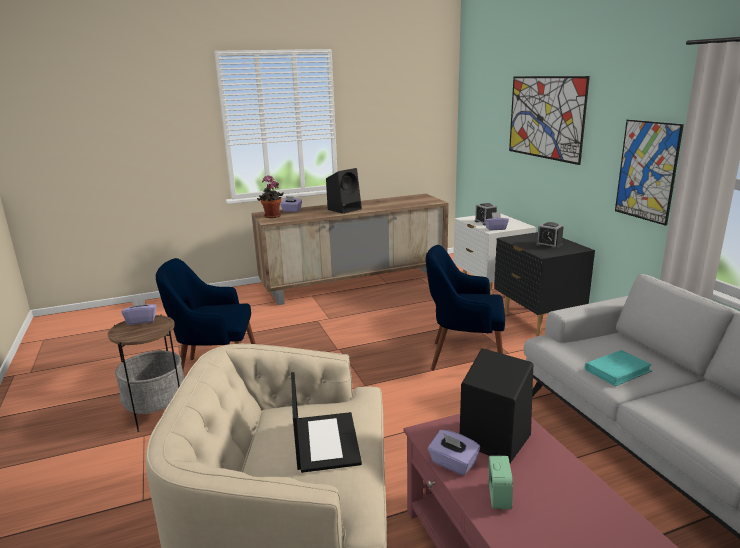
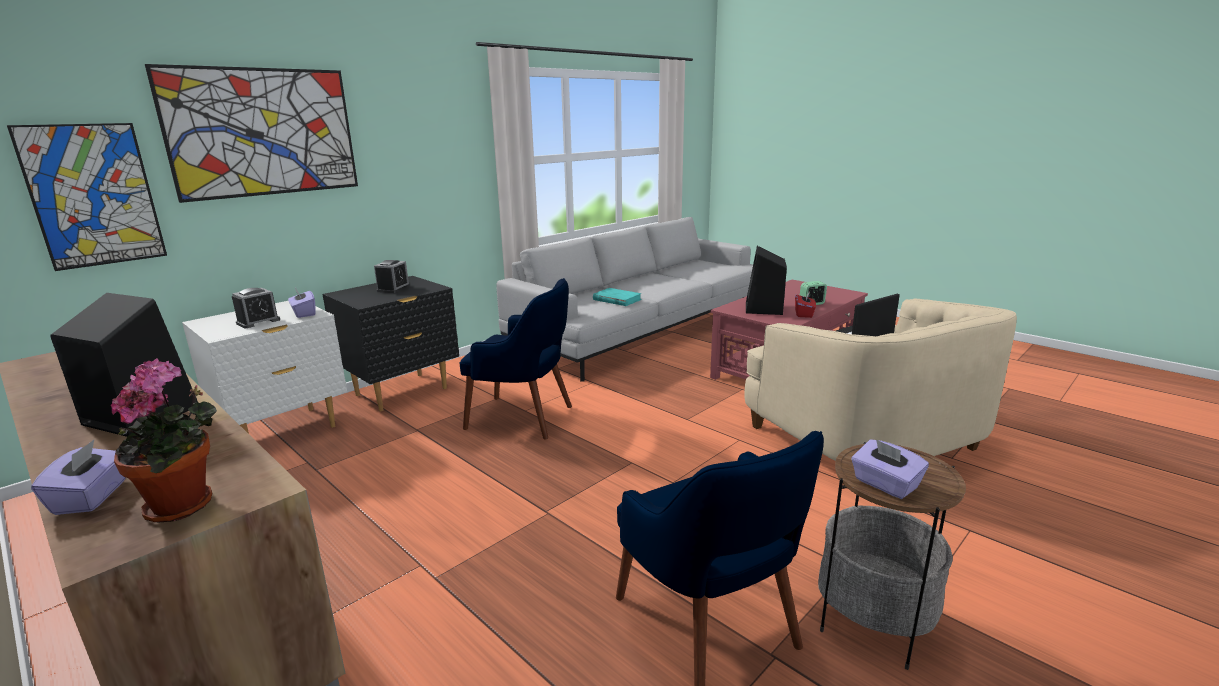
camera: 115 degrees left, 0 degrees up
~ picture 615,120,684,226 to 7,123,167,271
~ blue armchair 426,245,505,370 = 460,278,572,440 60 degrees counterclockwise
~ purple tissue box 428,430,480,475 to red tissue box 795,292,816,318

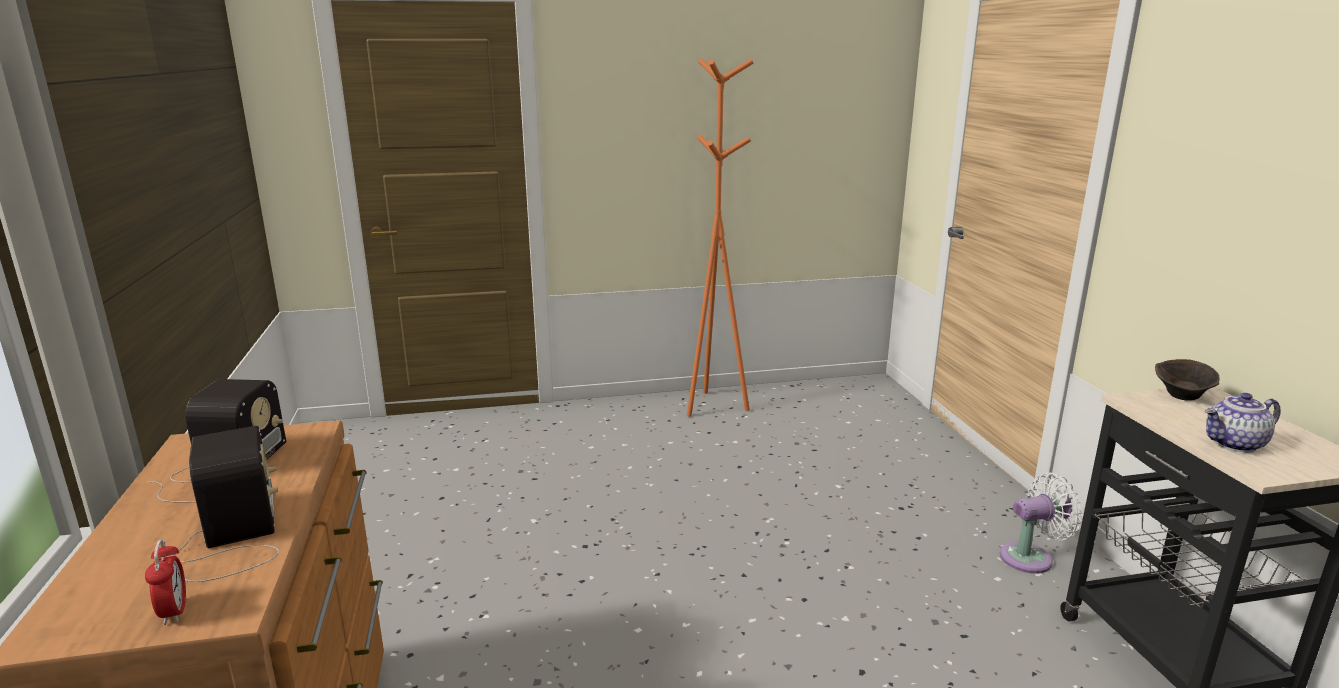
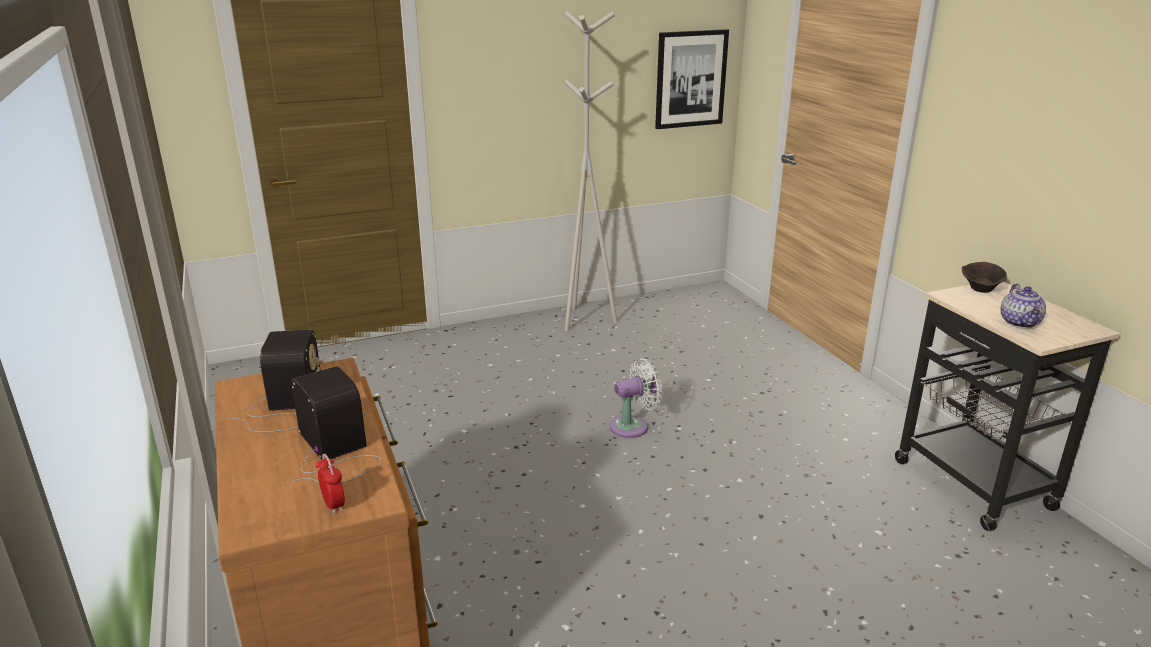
camera: 10 degrees left, 5 degrees up
~ orange clothes rack 687,58,753,417 to grey clothes rack 564,11,618,331
~ teapot 1205,393,1281,452 = 1001,284,1046,328 60 degrees counterclockwise
~ white fan 1000,472,1082,574 to 610,358,662,438
+ picture 655,29,729,129

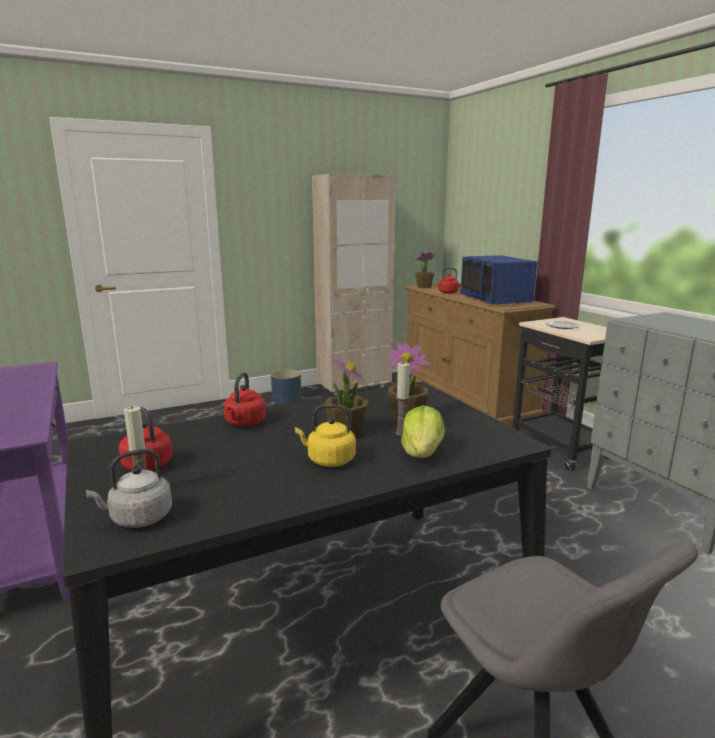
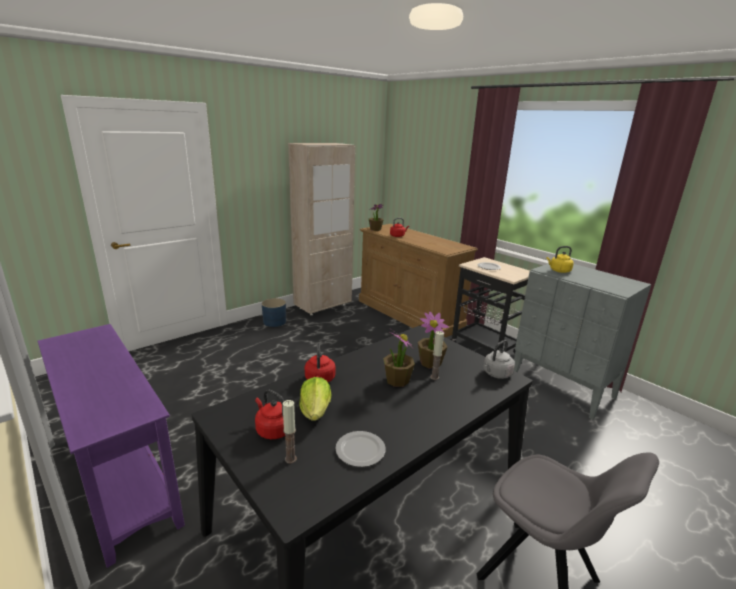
camera: 15 degrees left, 5 degrees up
- blue microwave 460,255,538,304
~ yellow kettle 295,404,356,467 to 546,246,574,273
~ lettuce 401,405,445,458 to 299,377,332,421
~ grey kettle 86,449,172,528 to 484,340,515,379
+ plate 335,431,386,467

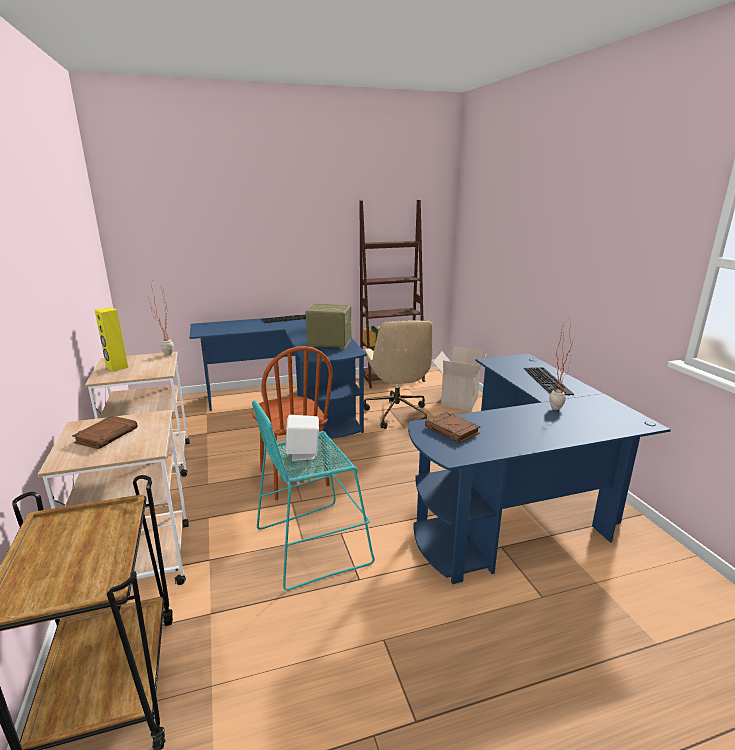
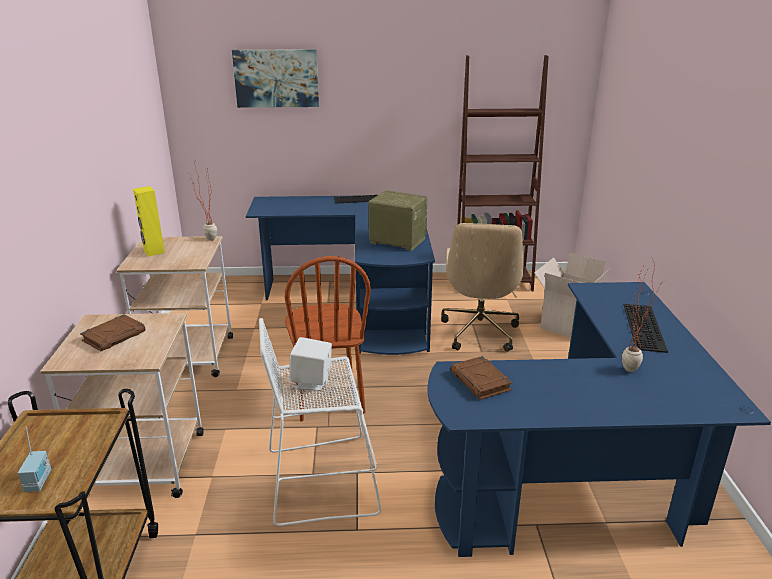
camera: 15 degrees right, 5 degrees up
~ turquoise stool 252,401,375,590 to white stool 259,318,381,526
+ picture 232,49,319,108
+ radio 18,427,51,492

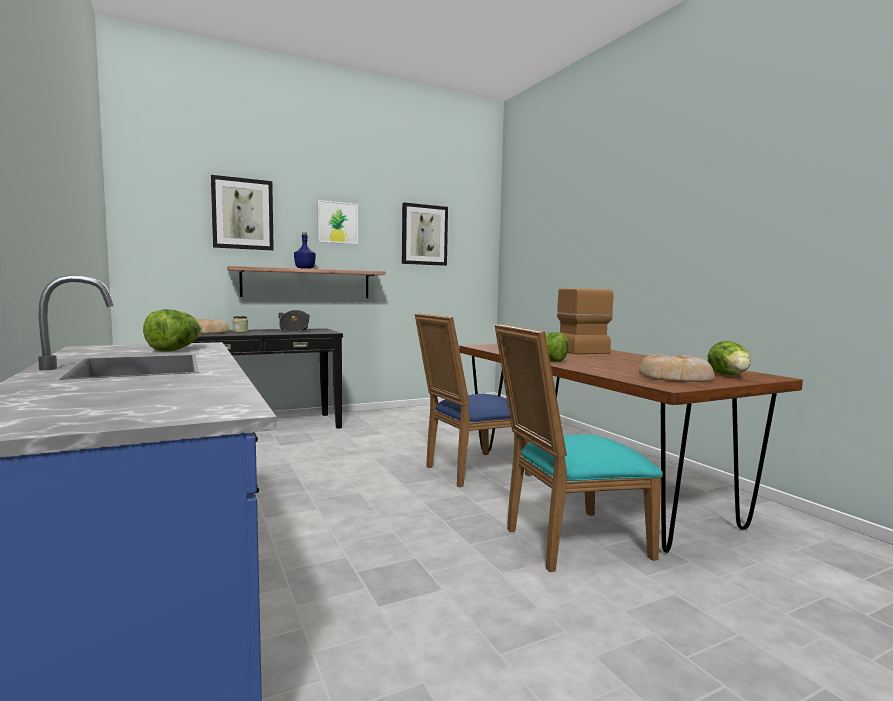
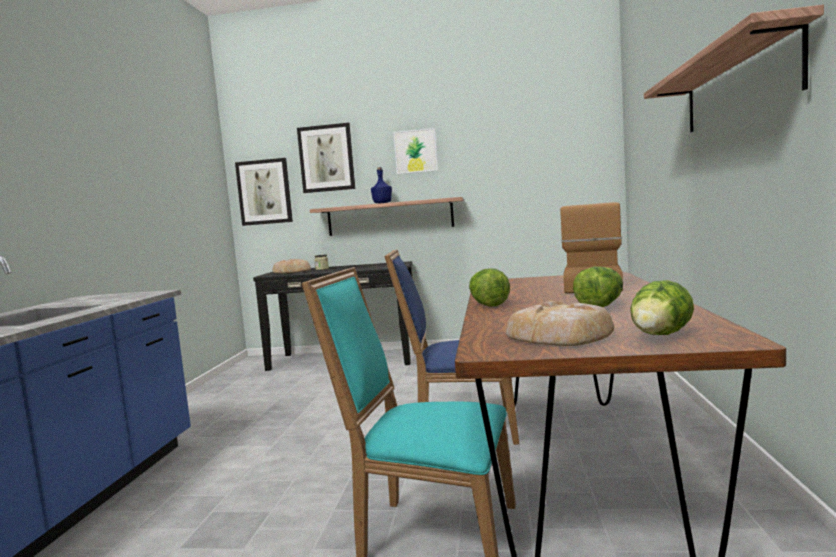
camera: 35 degrees right, 0 degrees up
~ picture 402,203,448,266 to 235,158,293,226
~ lettuce 143,309,202,352 to 573,266,623,307
- cooking pot 278,310,310,332
+ shelf 644,5,824,132

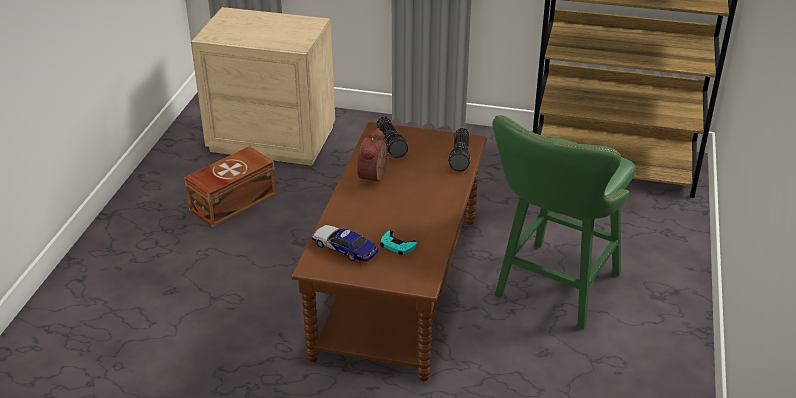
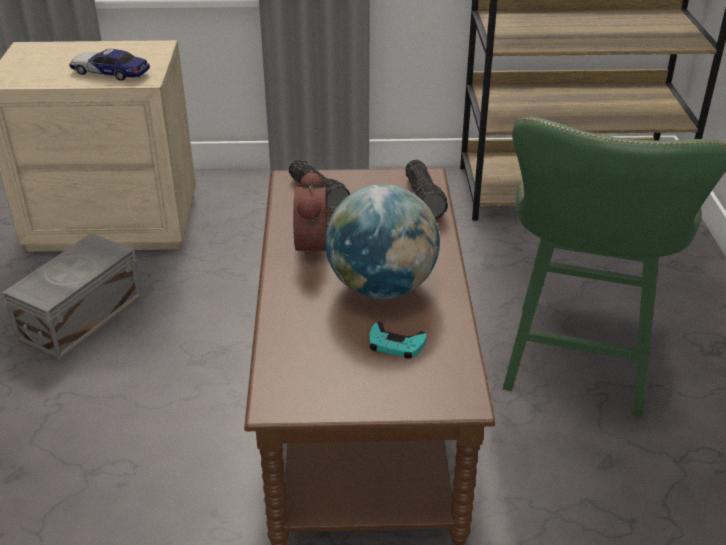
camera: 15 degrees left, 0 degrees up
~ brown storage box 184,146,277,227 to grey storage box 2,233,142,360
~ toy car 311,225,378,262 to 69,48,150,80
+ globe 325,184,440,299

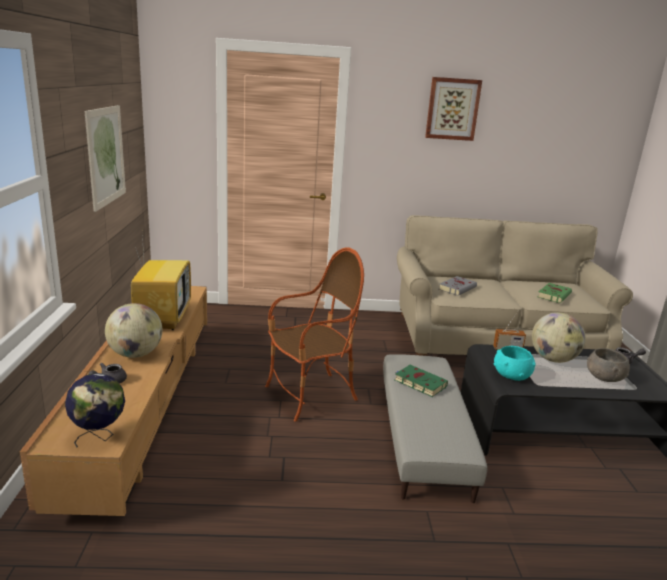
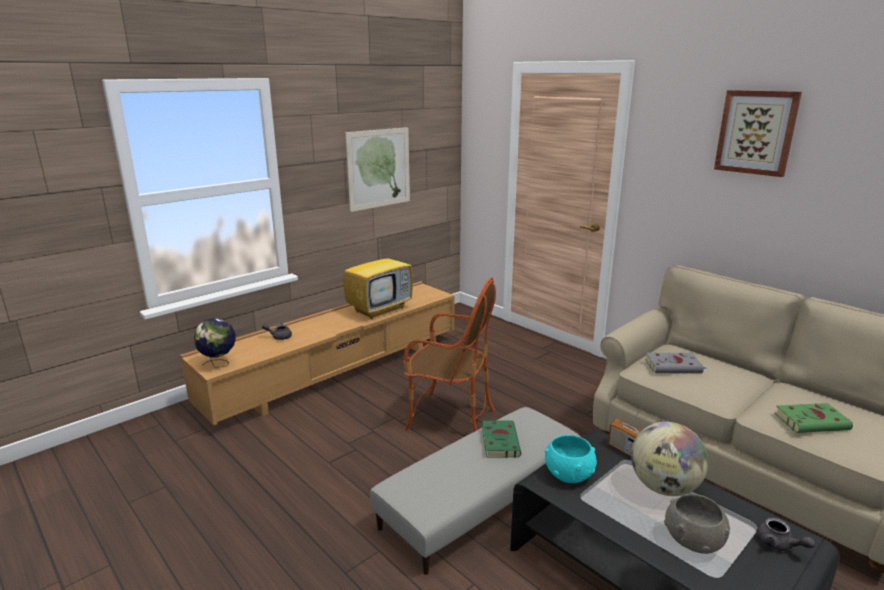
camera: 50 degrees right, 0 degrees up
- globe 105,303,162,358

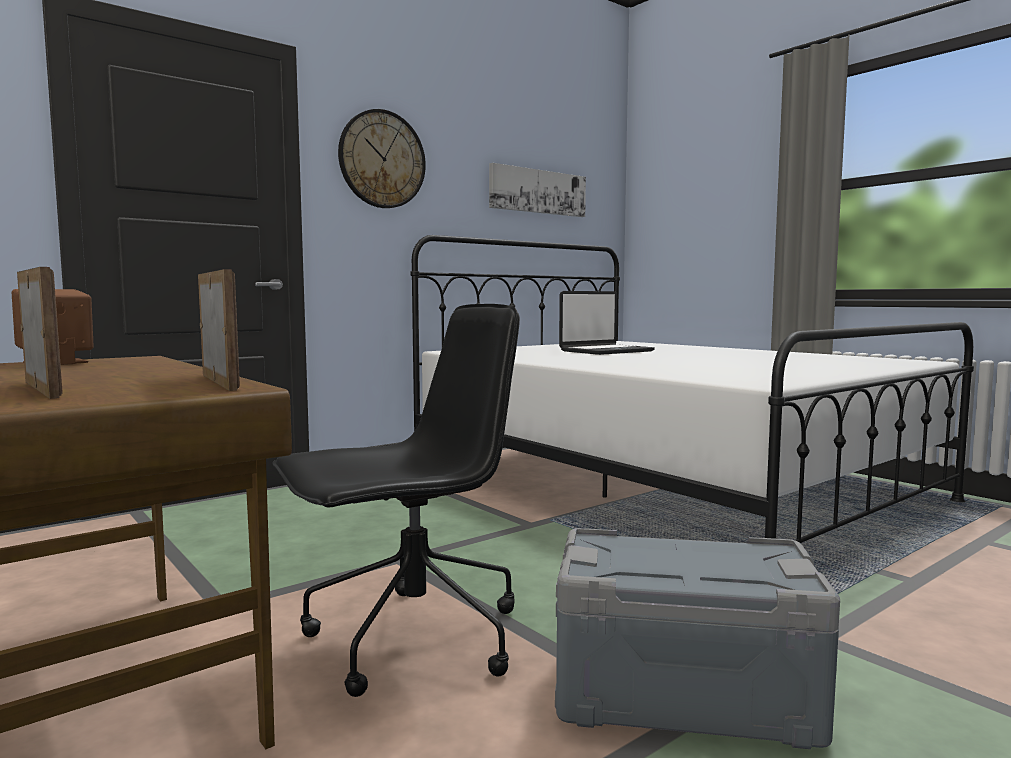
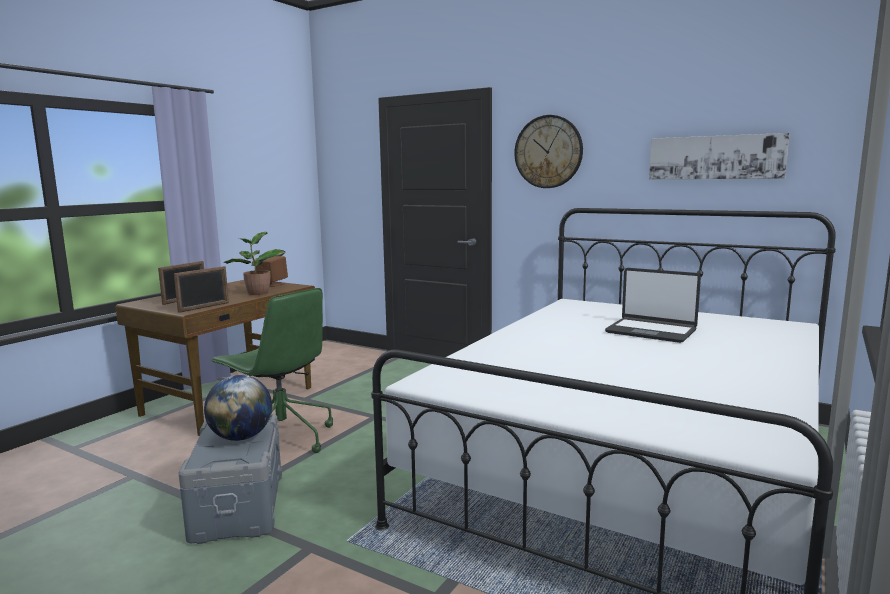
camera: 70 degrees right, 5 degrees up
~ black office chair 272,304,520,697 to green office chair 210,288,333,453
+ potted plant 223,232,286,295
+ globe 204,375,272,441

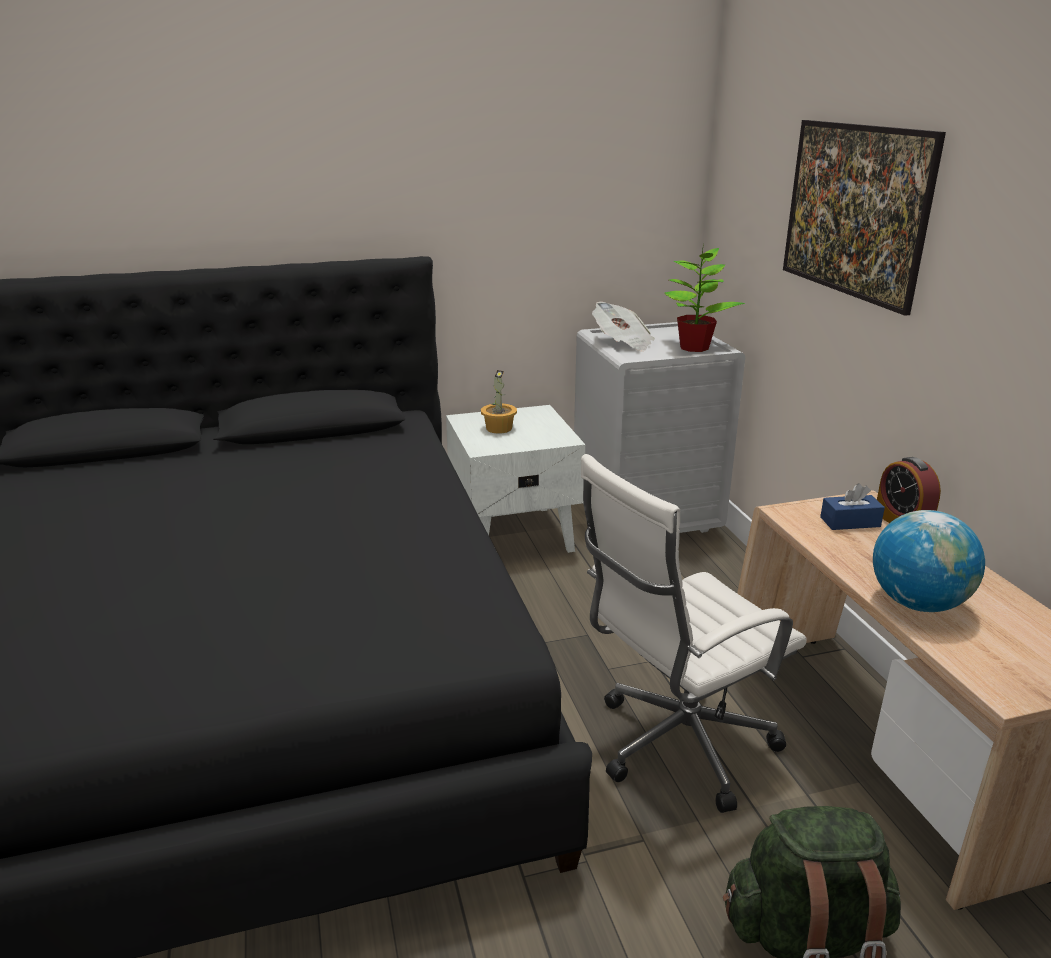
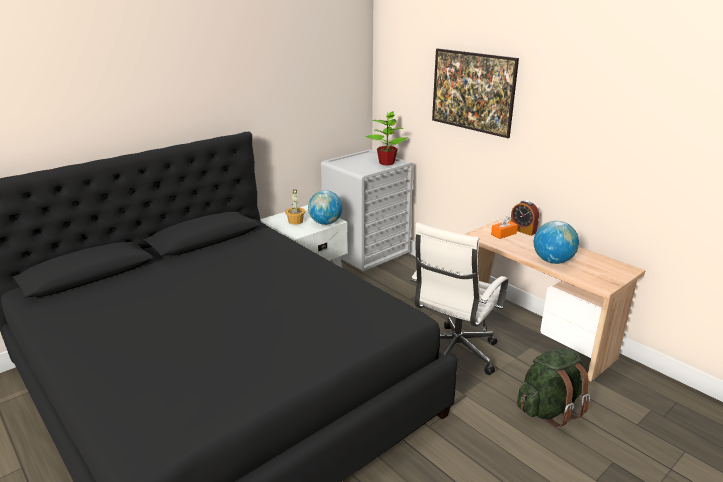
camera: 25 degrees left, 0 degrees up
- newspaper 592,302,655,352
~ blue tissue box 820,483,885,530 to orange tissue box 491,216,518,239
+ globe 308,190,342,225

